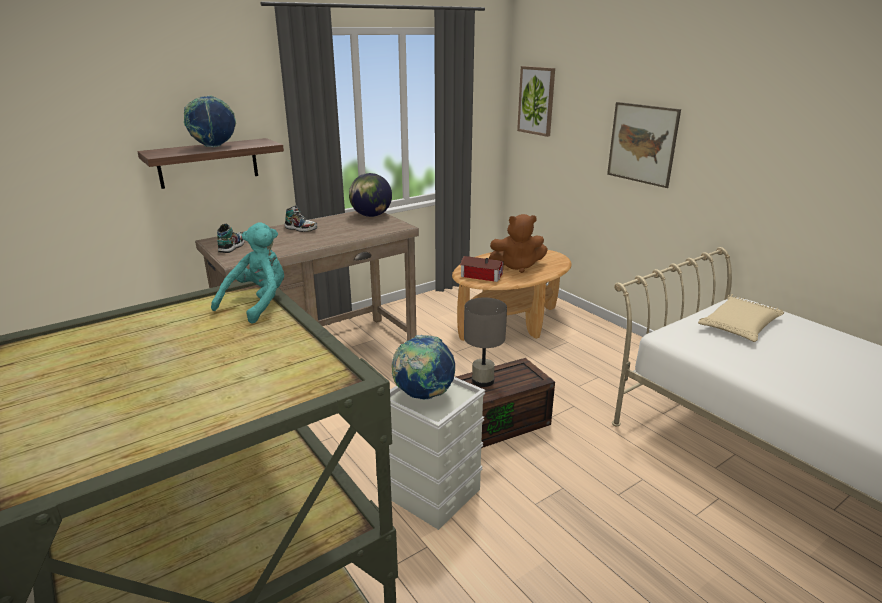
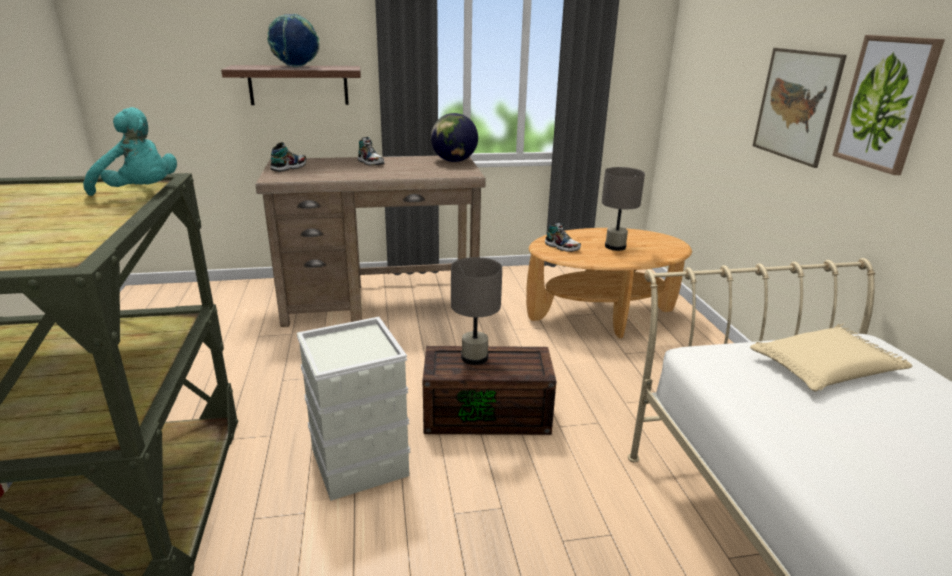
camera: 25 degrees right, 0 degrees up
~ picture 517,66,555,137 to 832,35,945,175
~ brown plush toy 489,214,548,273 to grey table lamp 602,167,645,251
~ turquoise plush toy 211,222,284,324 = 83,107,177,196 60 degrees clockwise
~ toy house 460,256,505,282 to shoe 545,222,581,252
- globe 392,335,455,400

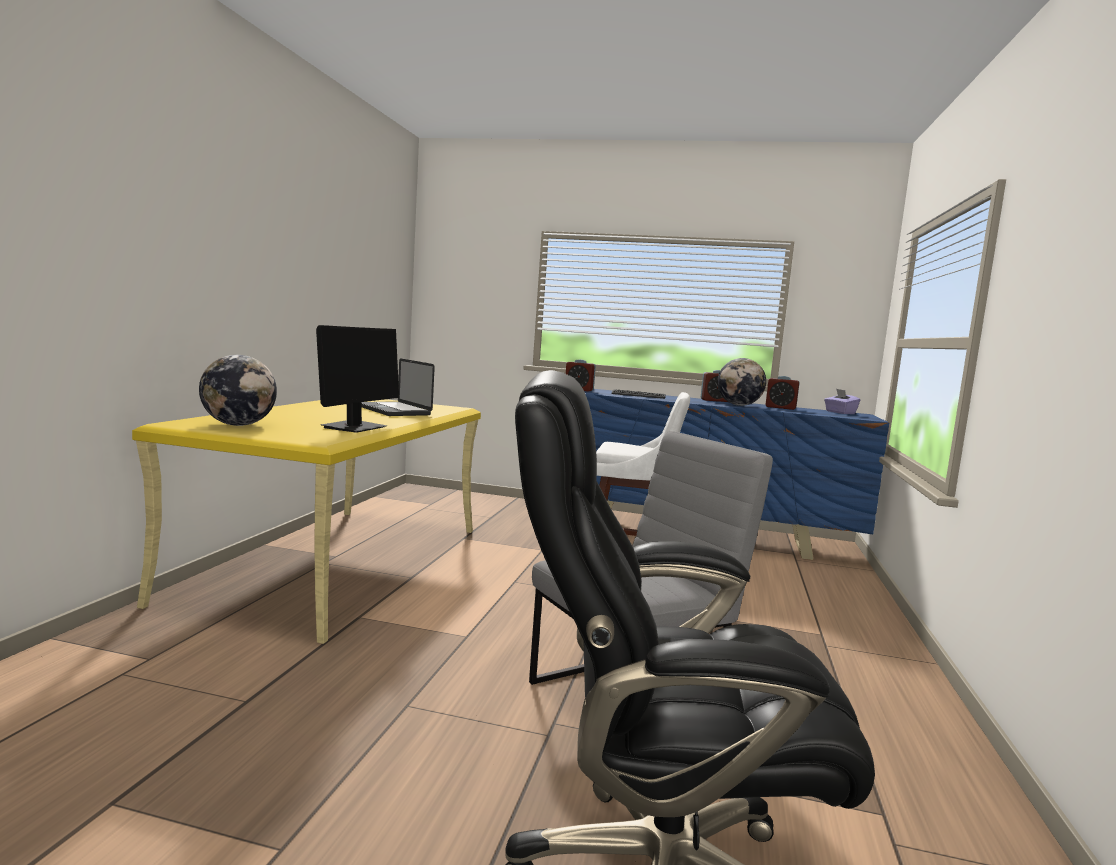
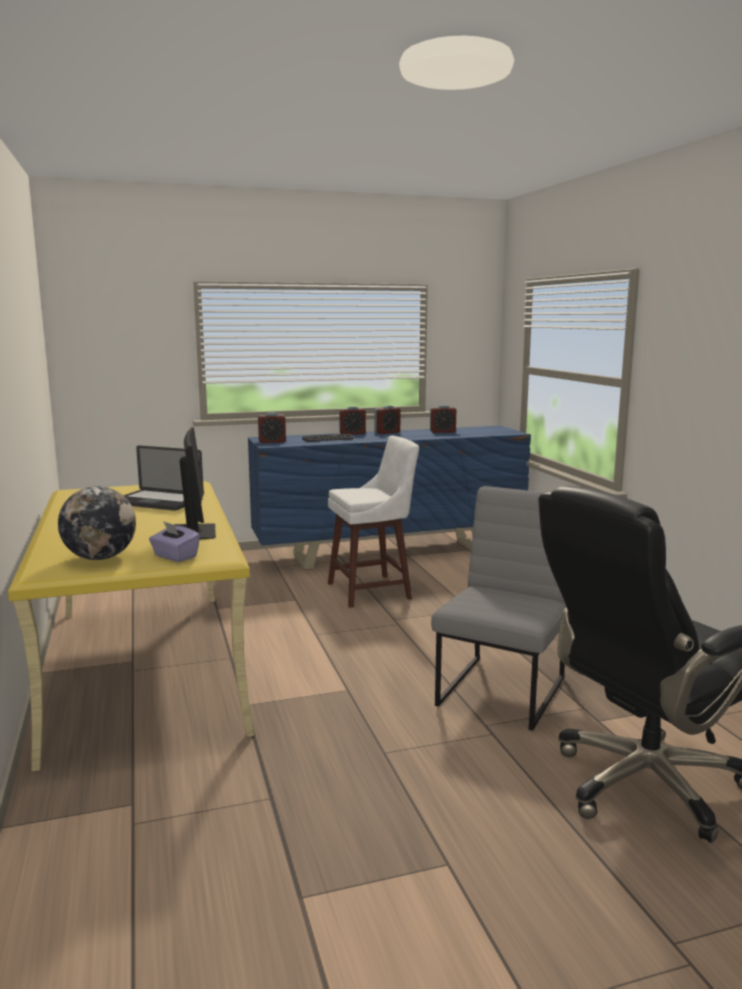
camera: 30 degrees left, 5 degrees up
- globe 717,358,766,406
~ purple tissue box 824,389,860,414 to 149,521,200,562
+ alarm clock 339,406,366,435

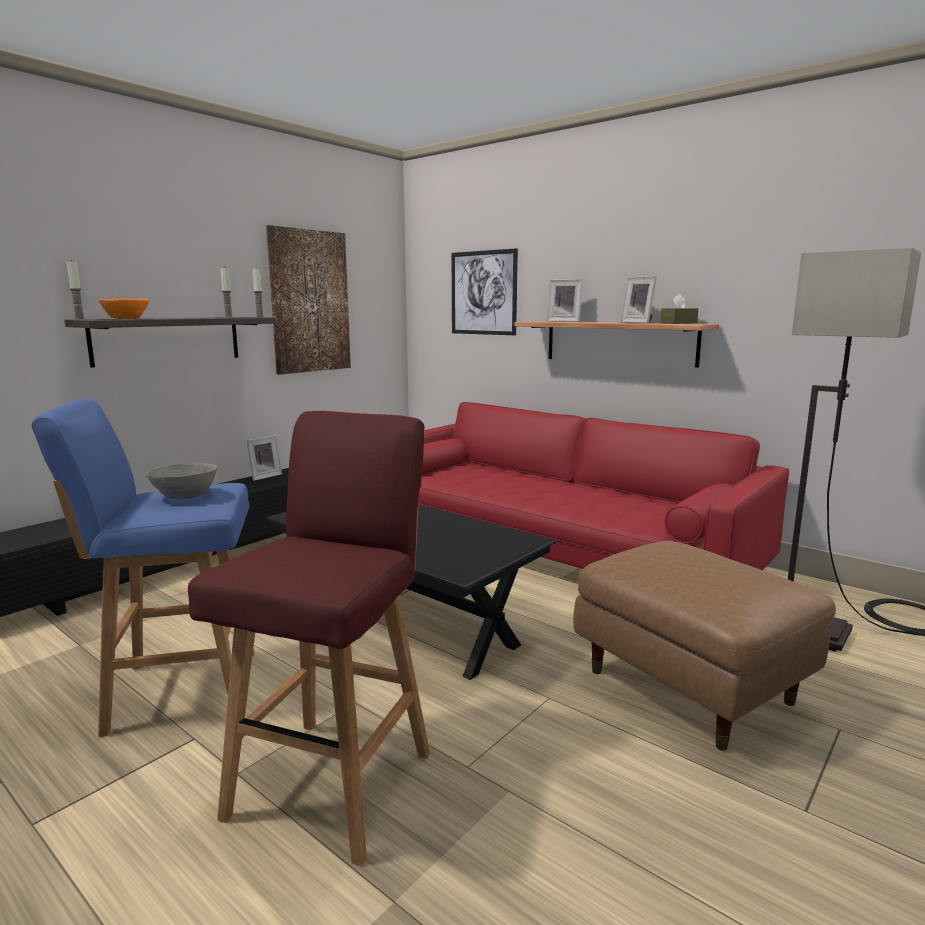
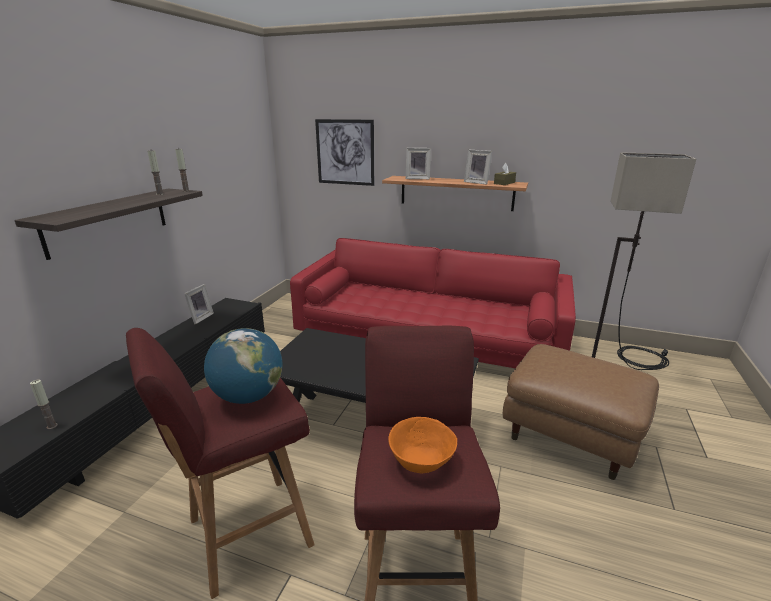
camera: 20 degrees left, 10 degrees up
- picture 266,225,351,375
~ candle 67,260,85,319 to 30,380,58,429
~ orange bowl 99,299,149,319 to 388,417,457,474
~ blue stool 31,398,255,737 to red stool 126,328,315,599
~ grey bowl 146,463,217,500 to globe 204,328,283,404

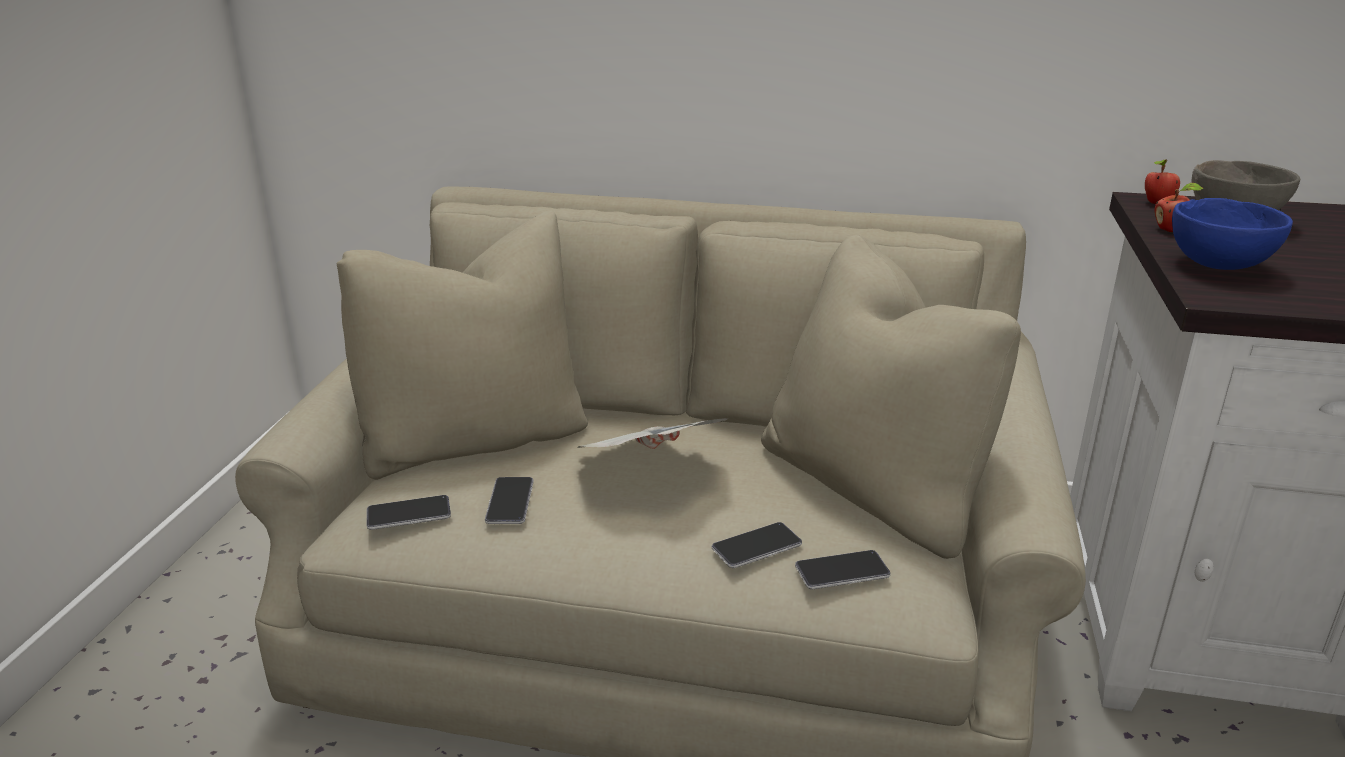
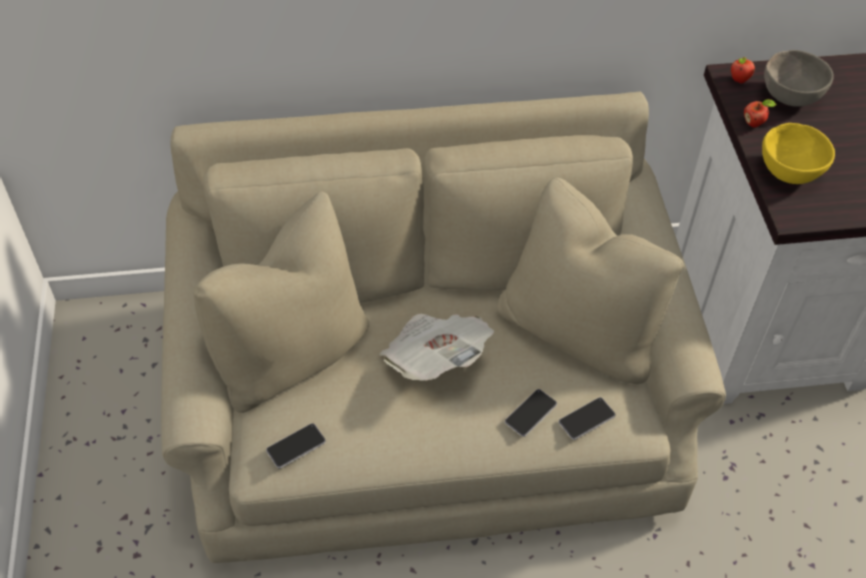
camera: 20 degrees left, 25 degrees up
~ blue bowl 1172,198,1293,270 to yellow bowl 762,123,835,184
- phone 485,477,534,524

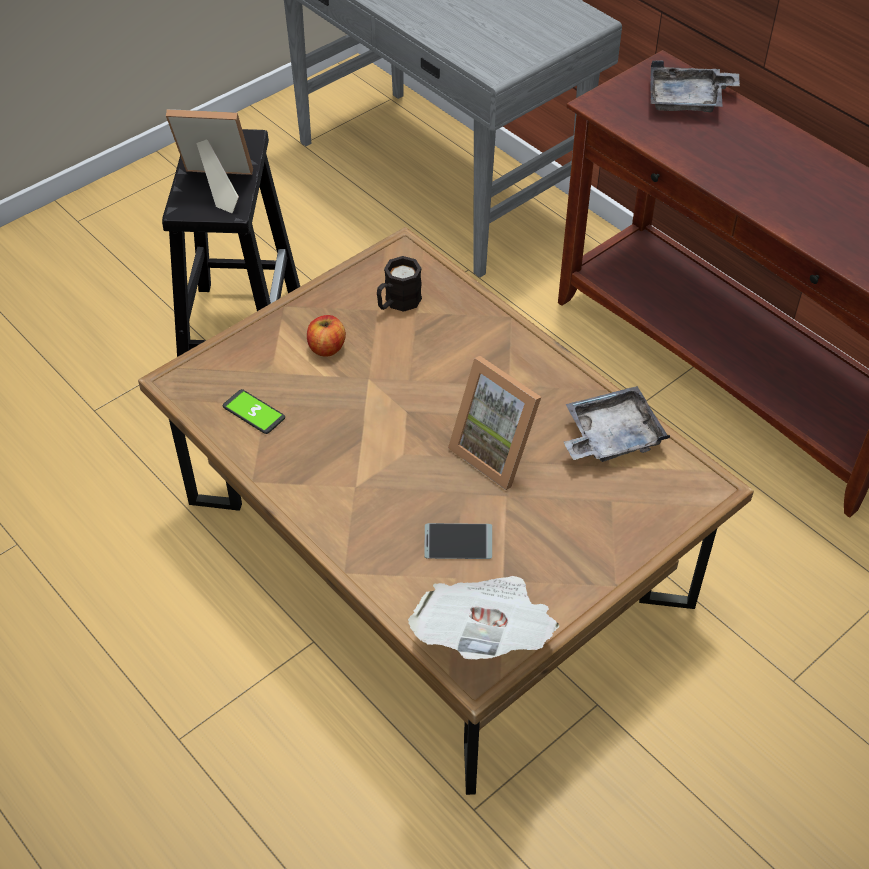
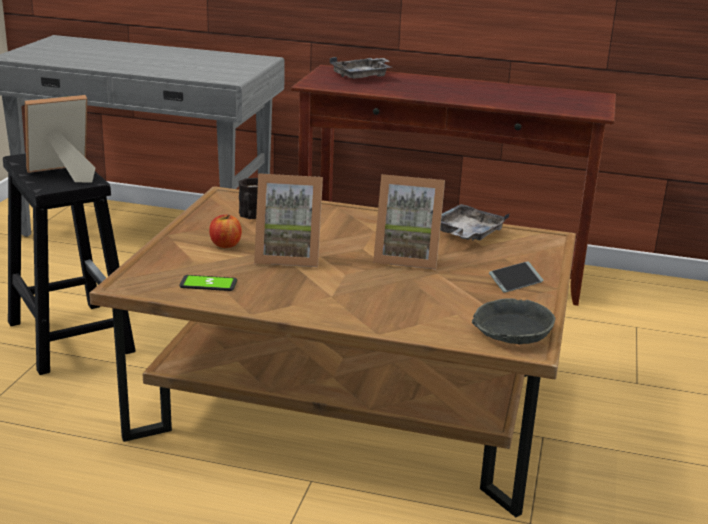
camera: 35 degrees left, 25 degrees down
~ phone 424,523,492,559 to 489,261,543,293
~ newspaper 408,576,559,659 to grey bowl 472,299,555,344
+ picture frame 254,173,323,267

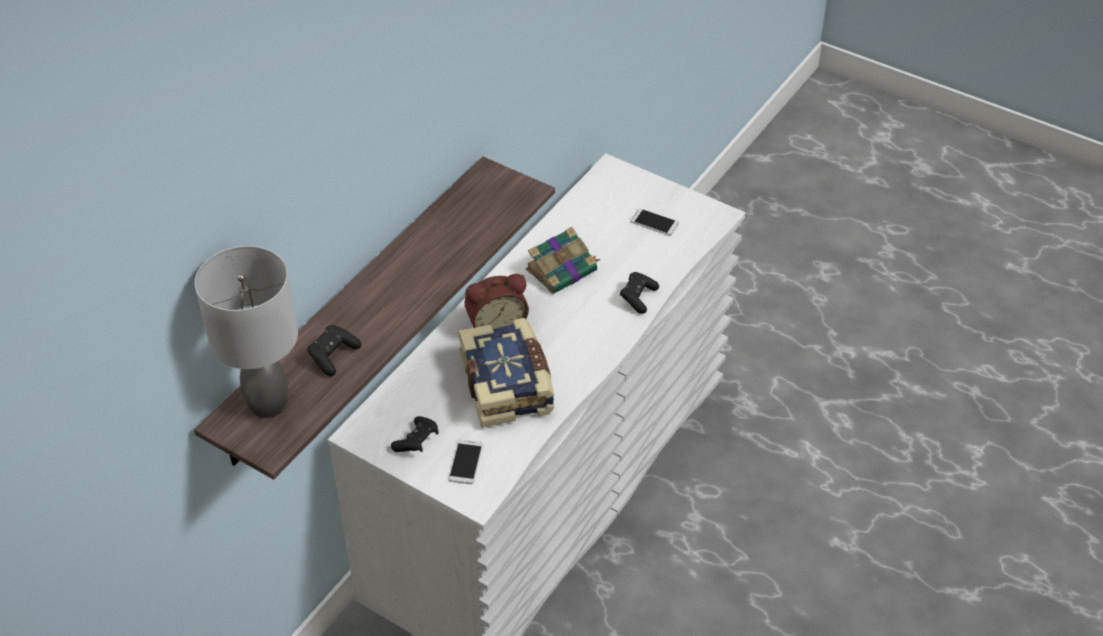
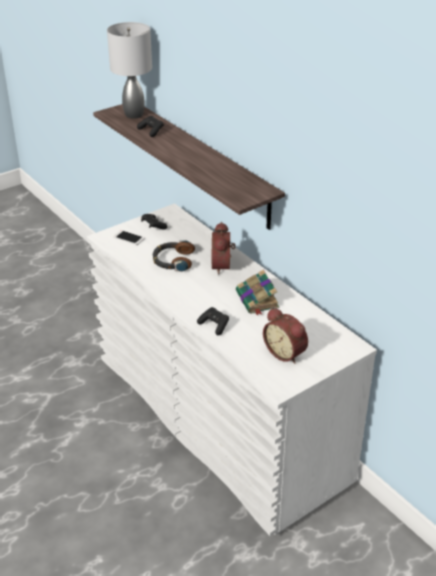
camera: 110 degrees right, 10 degrees down
~ phone 630,208,679,236 to alarm clock 263,308,308,364
~ book 458,318,554,428 to headphones 153,240,195,272

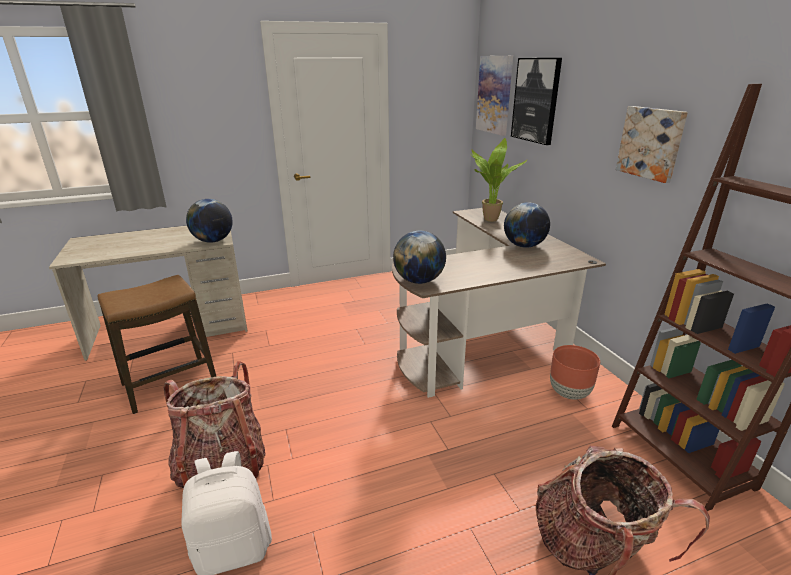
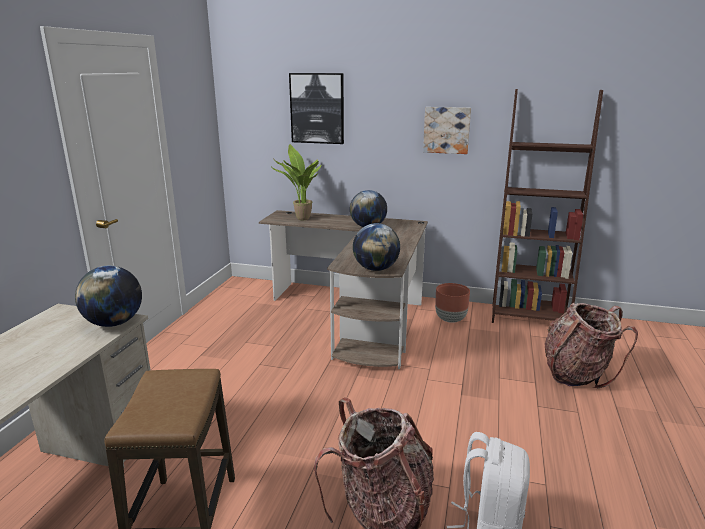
camera: 55 degrees left, 5 degrees down
- picture 476,56,513,136

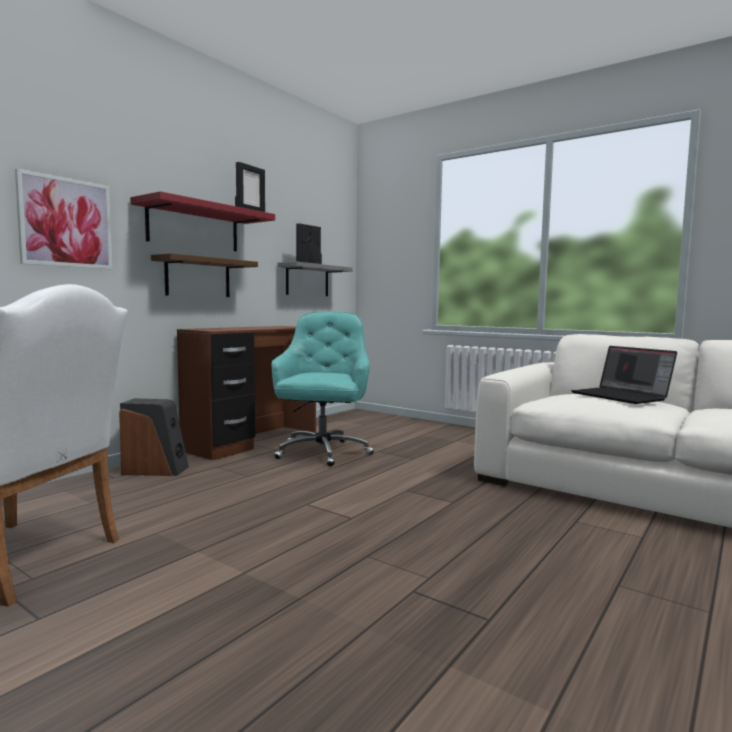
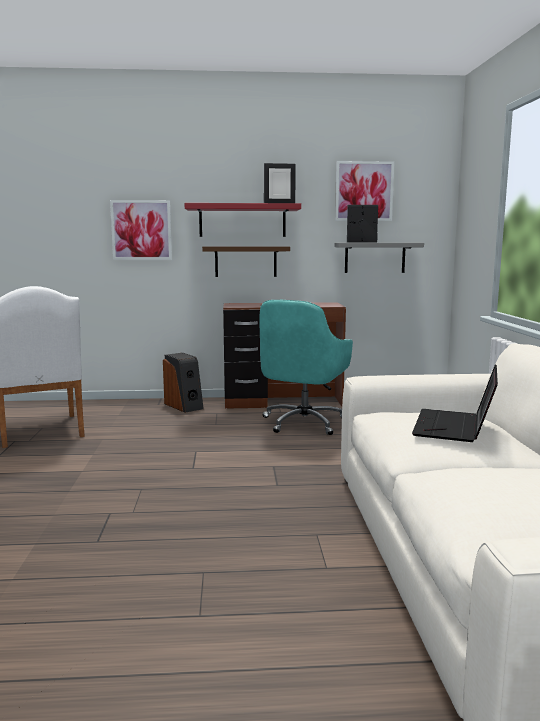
camera: 50 degrees right, 5 degrees up
~ turquoise office chair 272,312,374,466 = 260,300,353,435 150 degrees clockwise
+ picture 335,161,394,221

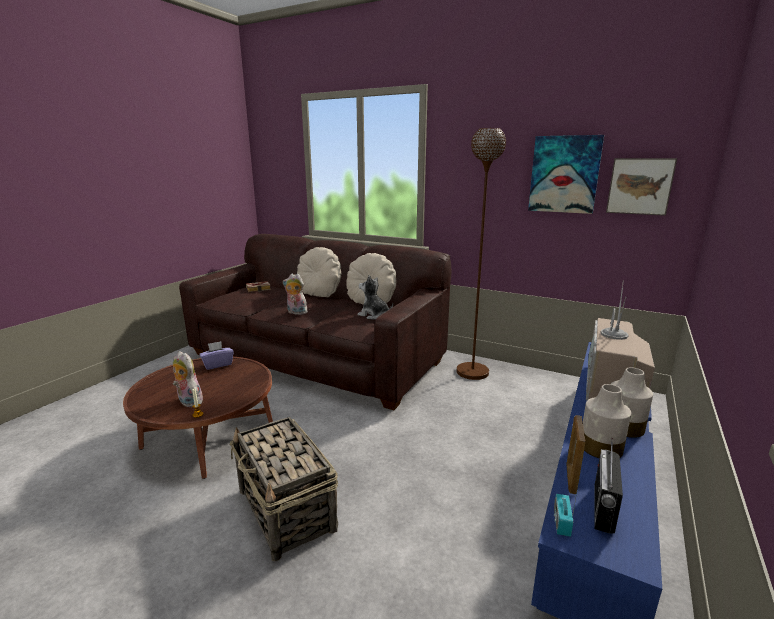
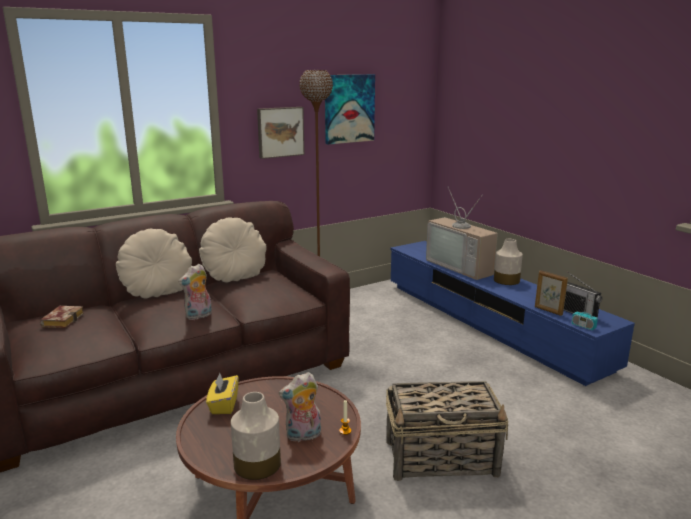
camera: 60 degrees left, 0 degrees up
~ picture 606,158,677,216 to 257,107,305,159
- plush toy 357,275,393,320
~ purple tissue box 199,341,234,370 to yellow tissue box 206,373,239,414
~ beige vase 583,384,631,458 to 231,392,281,480

